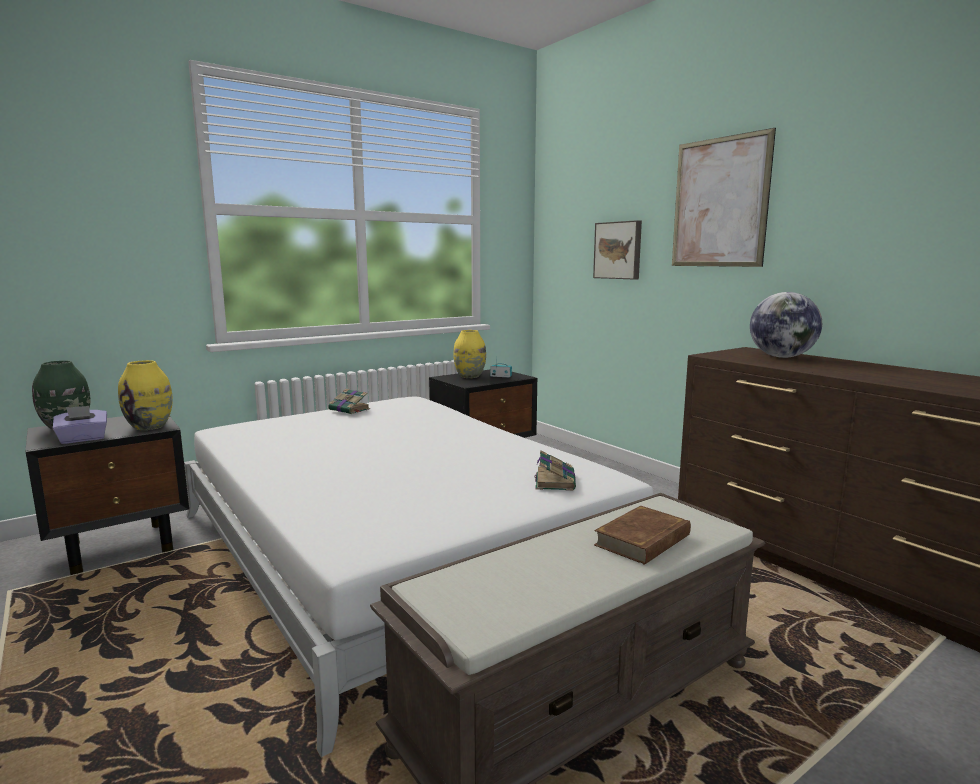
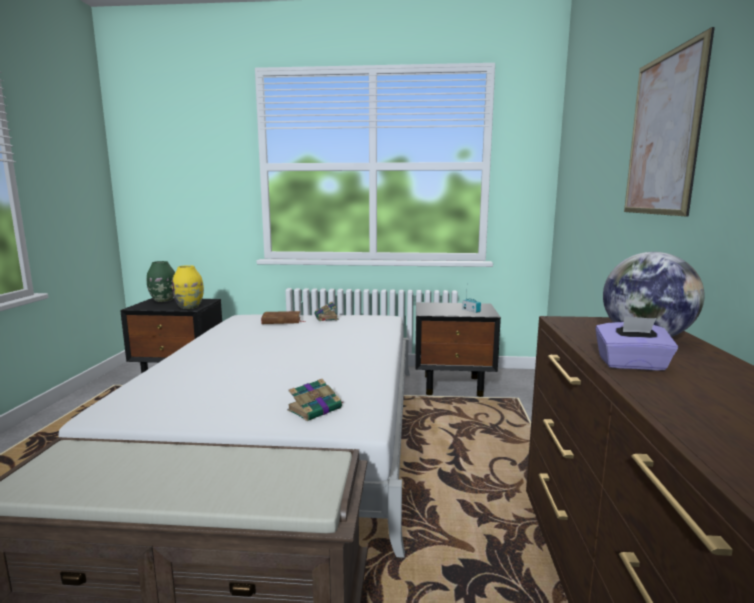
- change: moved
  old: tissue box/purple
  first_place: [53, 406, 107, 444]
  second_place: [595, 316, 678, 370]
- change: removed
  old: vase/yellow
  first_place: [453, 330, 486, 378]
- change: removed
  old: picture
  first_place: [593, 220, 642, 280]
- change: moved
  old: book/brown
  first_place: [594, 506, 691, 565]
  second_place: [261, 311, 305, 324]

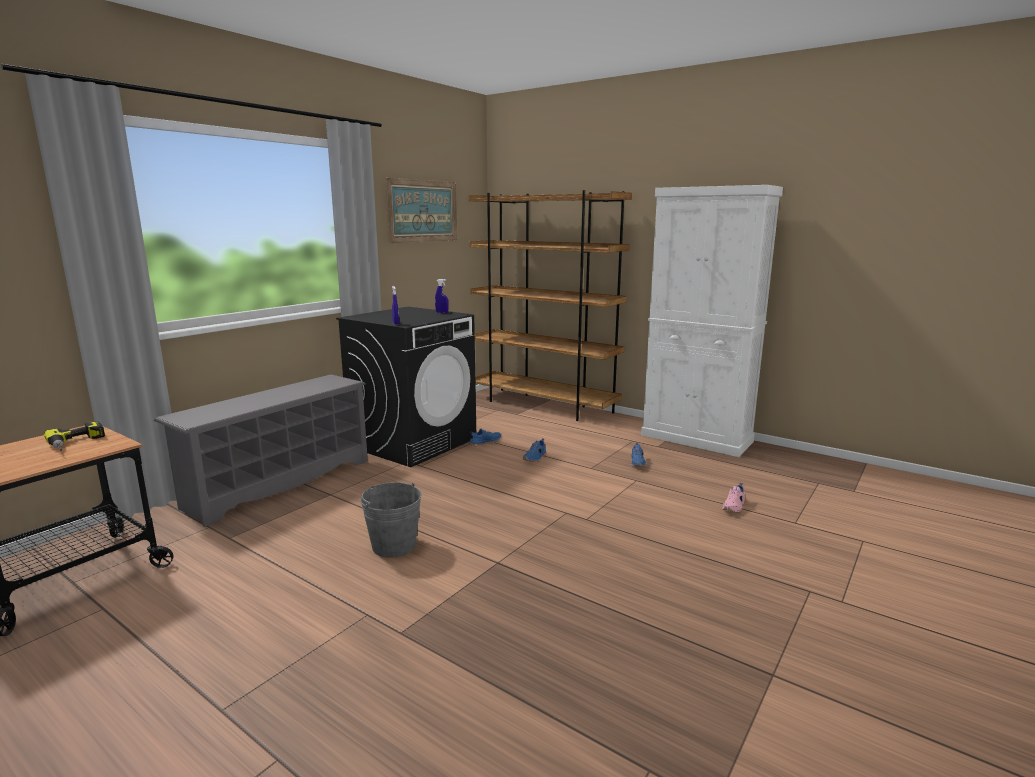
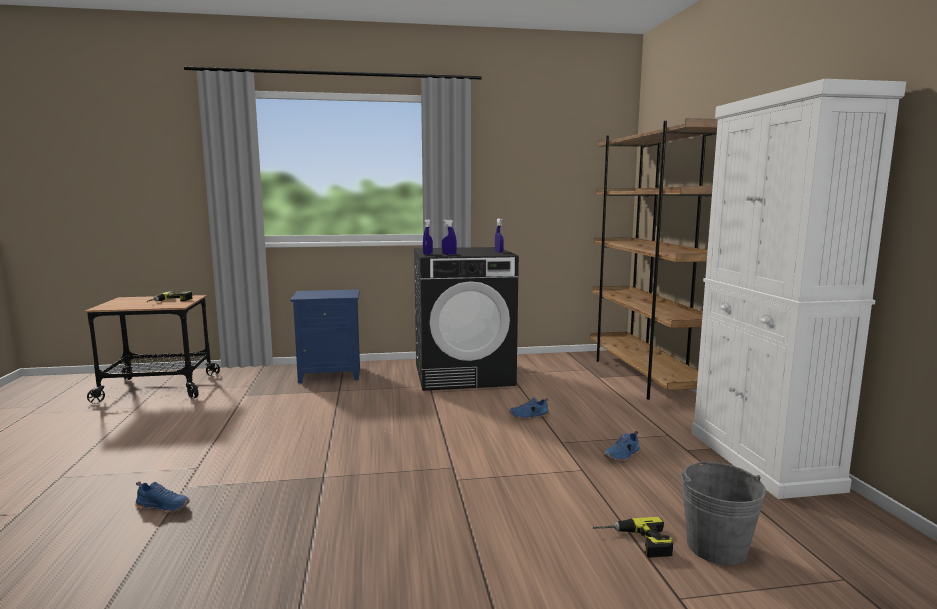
- change: replaced
  old: shoe rack/grey
  new: nightstand/blue
  first_place: [154, 375, 368, 527]
  second_place: [290, 289, 360, 383]
- change: moved
  old: bucket/grey
  first_place: [360, 482, 421, 558]
  second_place: [681, 461, 766, 565]
- change: removed
  old: picture
  first_place: [385, 178, 457, 244]
- change: moved
  old: shoe/blue
  first_place: [469, 429, 501, 446]
  second_place: [135, 481, 190, 513]
- change: replaced
  old: shoe/pink
  new: power drill
  first_place: [722, 483, 745, 513]
  second_place: [593, 517, 673, 558]
- change: added
  new: spray bottle/blue
  second_place: [441, 219, 457, 255]

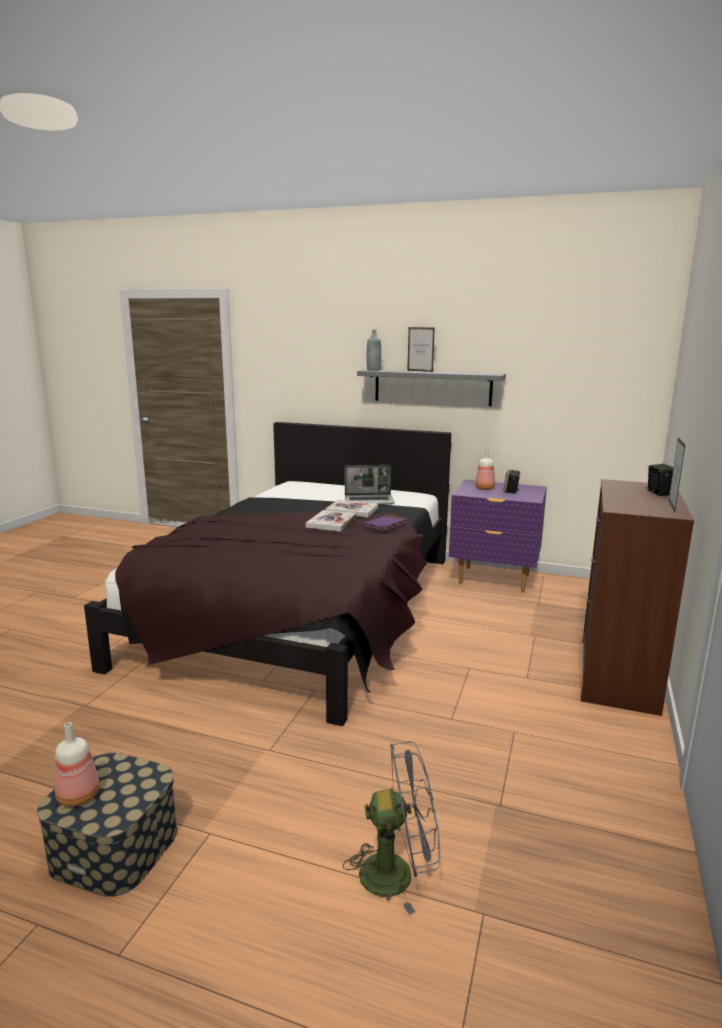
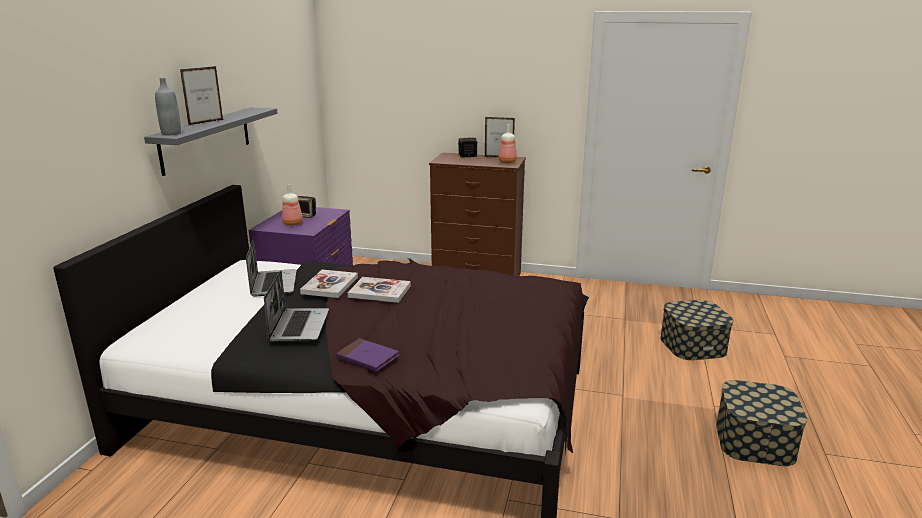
- change: moved
  old: bottle
  first_place: [55, 722, 100, 807]
  second_place: [498, 124, 517, 163]
- change: replaced
  old: fan/grey
  new: storage box
  first_place: [343, 741, 440, 915]
  second_place: [660, 300, 734, 360]
- change: moved
  old: book/purple
  first_place: [364, 515, 408, 531]
  second_place: [336, 338, 399, 372]
- change: added
  new: laptop
  second_place: [264, 270, 329, 342]

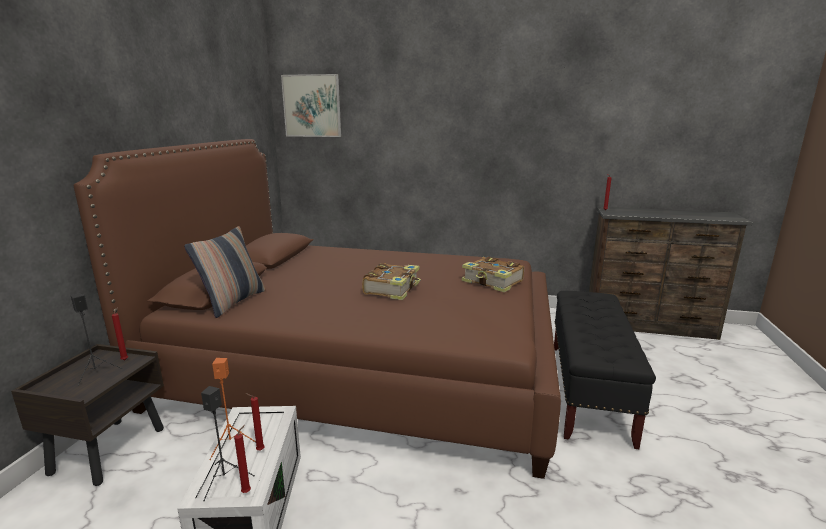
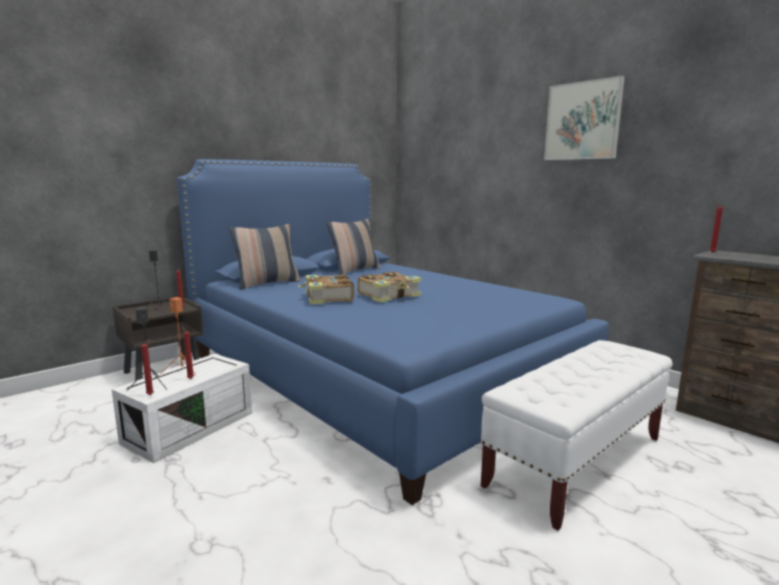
- change: recoloured
  old: bed/brown
  new: bed/blue
  first_place: [74, 139, 561, 479]
  second_place: [177, 159, 609, 505]
- change: moved
  old: picture
  first_place: [281, 74, 341, 137]
  second_place: [544, 76, 625, 160]
- change: moved
  old: book
  first_place: [462, 256, 524, 292]
  second_place: [298, 274, 354, 304]
- change: recoloured
  old: bench/black
  new: bench/white
  first_place: [554, 291, 656, 449]
  second_place: [480, 340, 672, 531]
- change: added
  new: pillow
  second_place: [327, 219, 380, 275]

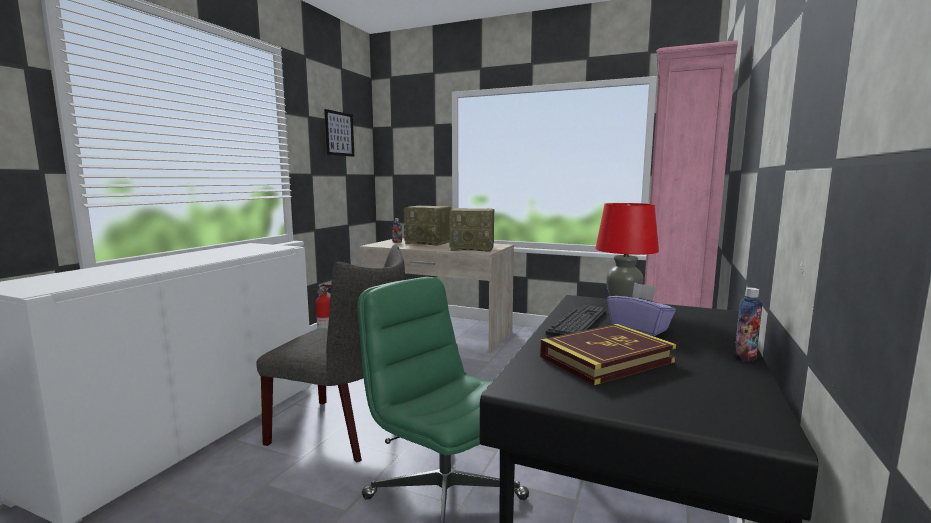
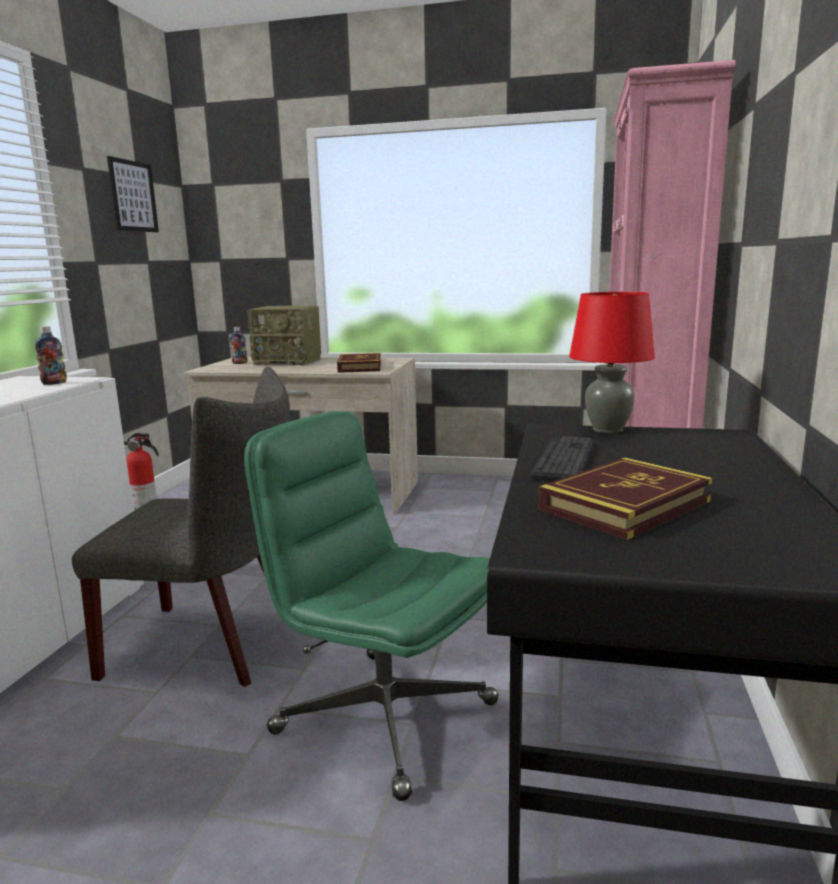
- change: replaced
  old: radio
  new: book
  first_place: [449, 208, 495, 252]
  second_place: [337, 353, 381, 373]
- change: removed
  old: tissue box/purple
  first_place: [607, 282, 676, 336]
- change: moved
  old: bottle
  first_place: [734, 288, 763, 361]
  second_place: [35, 326, 67, 385]

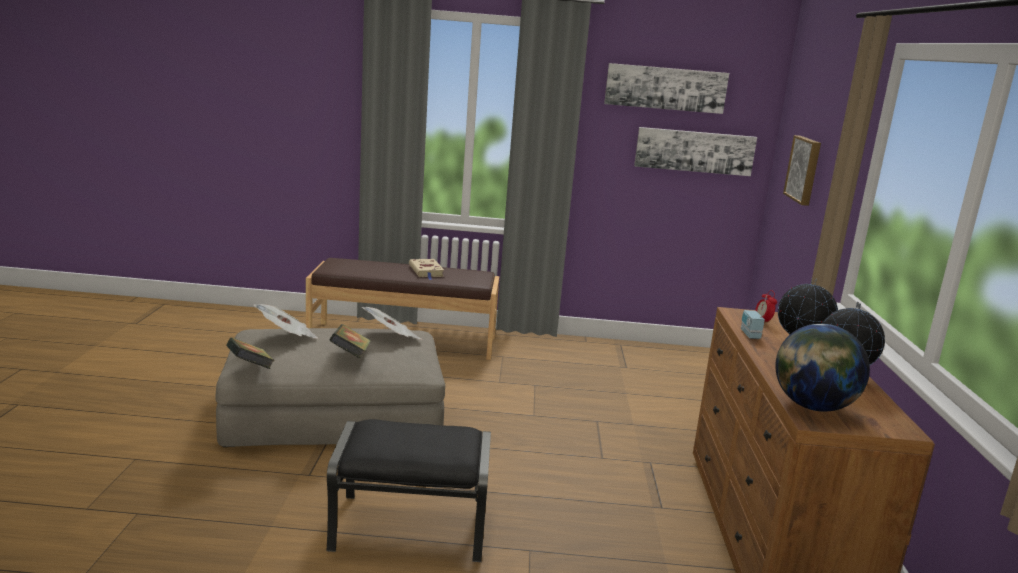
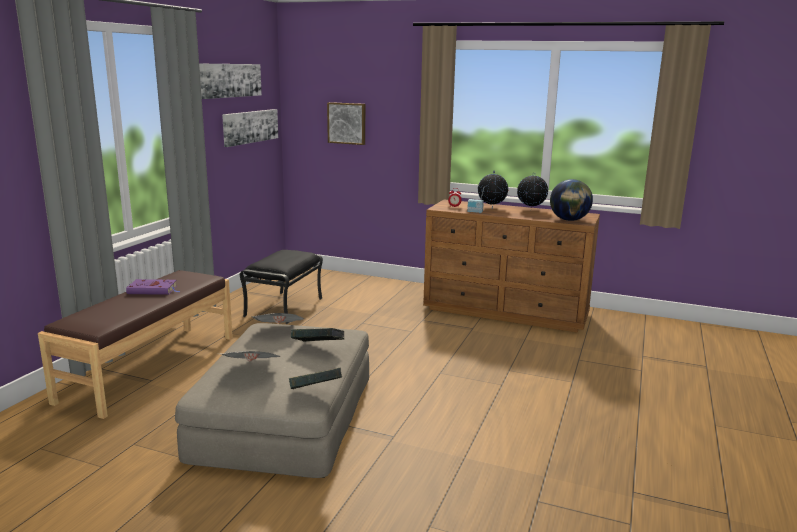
- change: moved
  old: ottoman/black
  first_place: [326, 419, 491, 562]
  second_place: [240, 250, 323, 324]
- change: recoloured
  old: book/beige
  new: book/purple
  first_place: [409, 259, 444, 280]
  second_place: [126, 279, 180, 295]

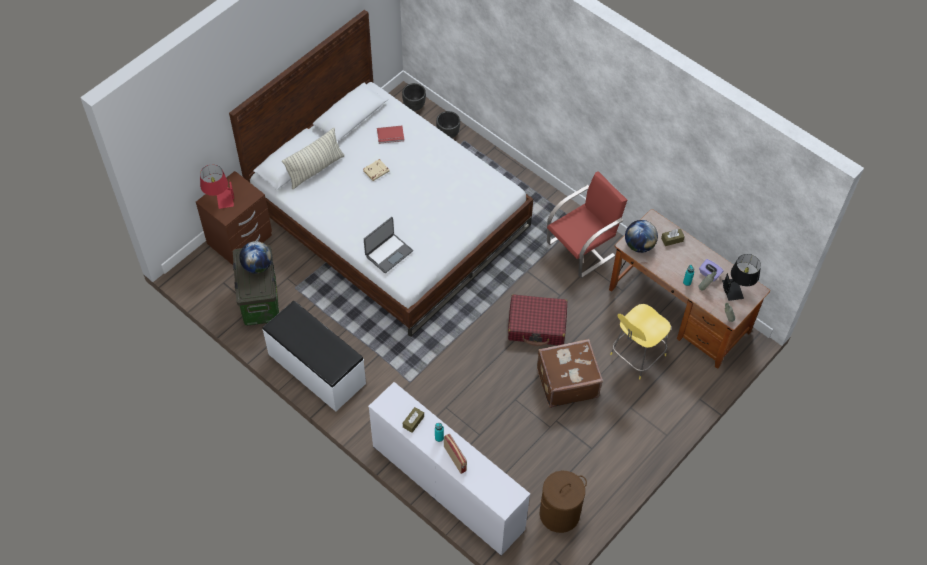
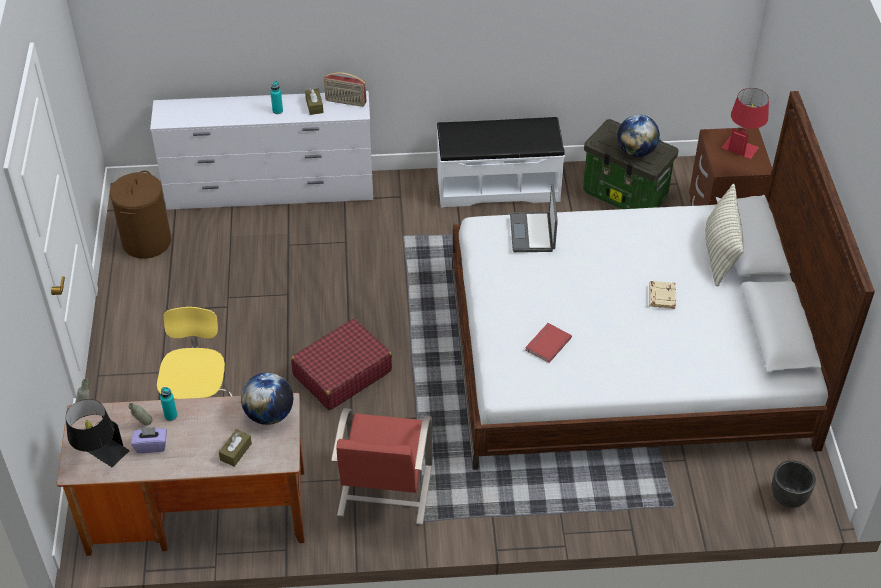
- change: moved
  old: book/red
  first_place: [377, 126, 404, 144]
  second_place: [525, 323, 572, 363]
- change: removed
  old: planter/black
  first_place: [436, 111, 460, 138]
- change: moved
  old: radio
  first_place: [444, 434, 467, 474]
  second_place: [324, 72, 366, 107]
- change: removed
  old: suitcase/brown
  first_place: [537, 339, 603, 408]

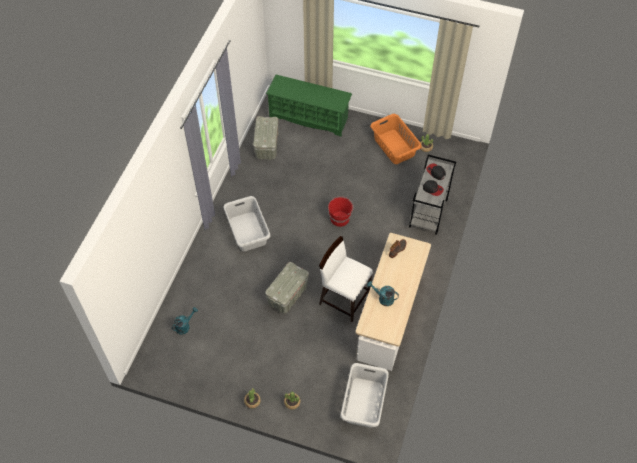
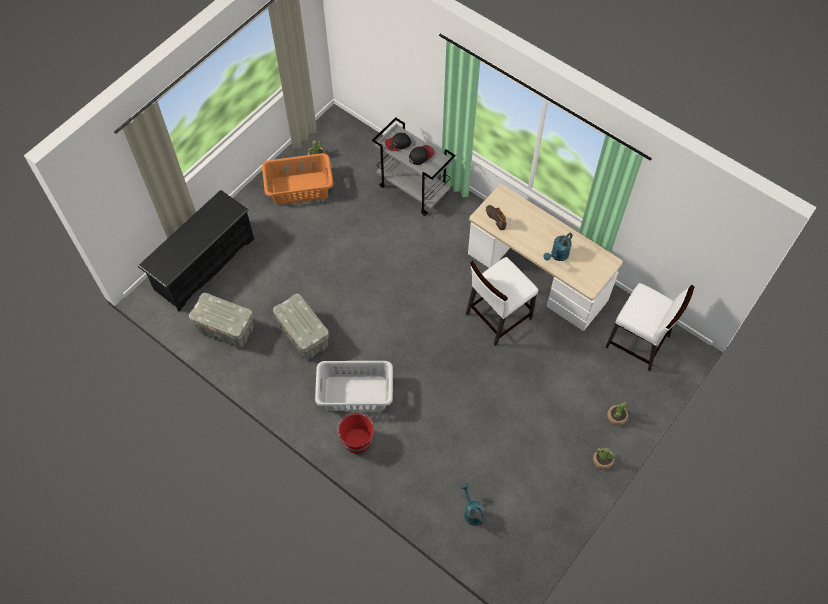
- change: moved
  old: storage box/grey
  first_place: [265, 262, 309, 314]
  second_place: [273, 294, 329, 359]
- change: recoloured
  old: shoe rack/green
  new: shoe rack/black
  first_place: [266, 75, 352, 137]
  second_place: [138, 190, 254, 311]
- change: moved
  old: bucket/red
  first_place: [328, 196, 354, 227]
  second_place: [337, 412, 374, 454]
- change: replaced
  old: laundry basket/grey
  new: chair/white
  first_place: [340, 363, 389, 428]
  second_place: [606, 283, 695, 371]

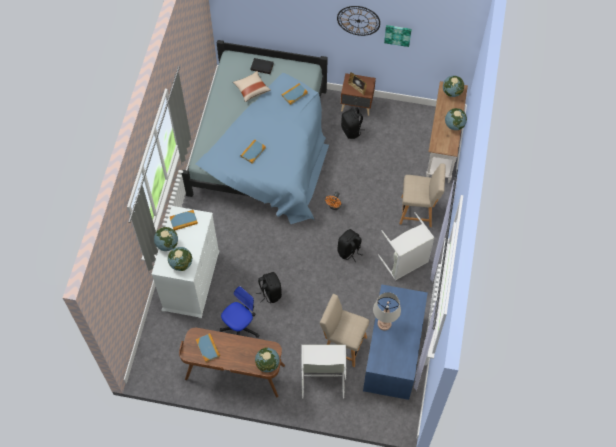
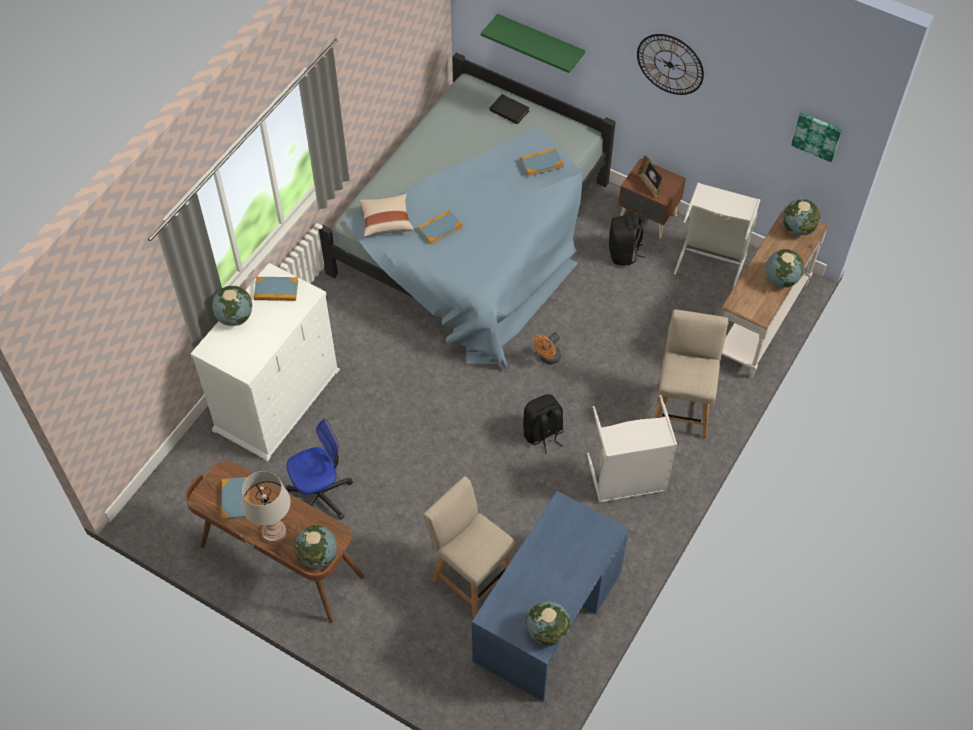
- change: moved
  old: globe
  first_place: [168, 247, 192, 271]
  second_place: [526, 601, 571, 646]
- change: moved
  old: pillow/beige
  first_place: [233, 71, 271, 102]
  second_place: [359, 193, 414, 237]
- change: removed
  old: backpack/black
  first_place: [256, 272, 282, 303]
- change: moved
  old: laundry basket/grey
  first_place: [301, 345, 346, 399]
  second_place: [674, 182, 760, 290]
- change: moved
  old: table lamp/grey
  first_place: [373, 292, 401, 331]
  second_place: [241, 471, 291, 543]
- change: moved
  old: picture
  first_place: [384, 25, 412, 47]
  second_place: [791, 113, 842, 162]
- change: turned
  old: chair/beige
  first_place: [399, 164, 446, 227]
  second_place: [654, 309, 728, 439]
  degrees: -105
- change: added
  new: shelf/green
  second_place: [481, 14, 585, 73]

